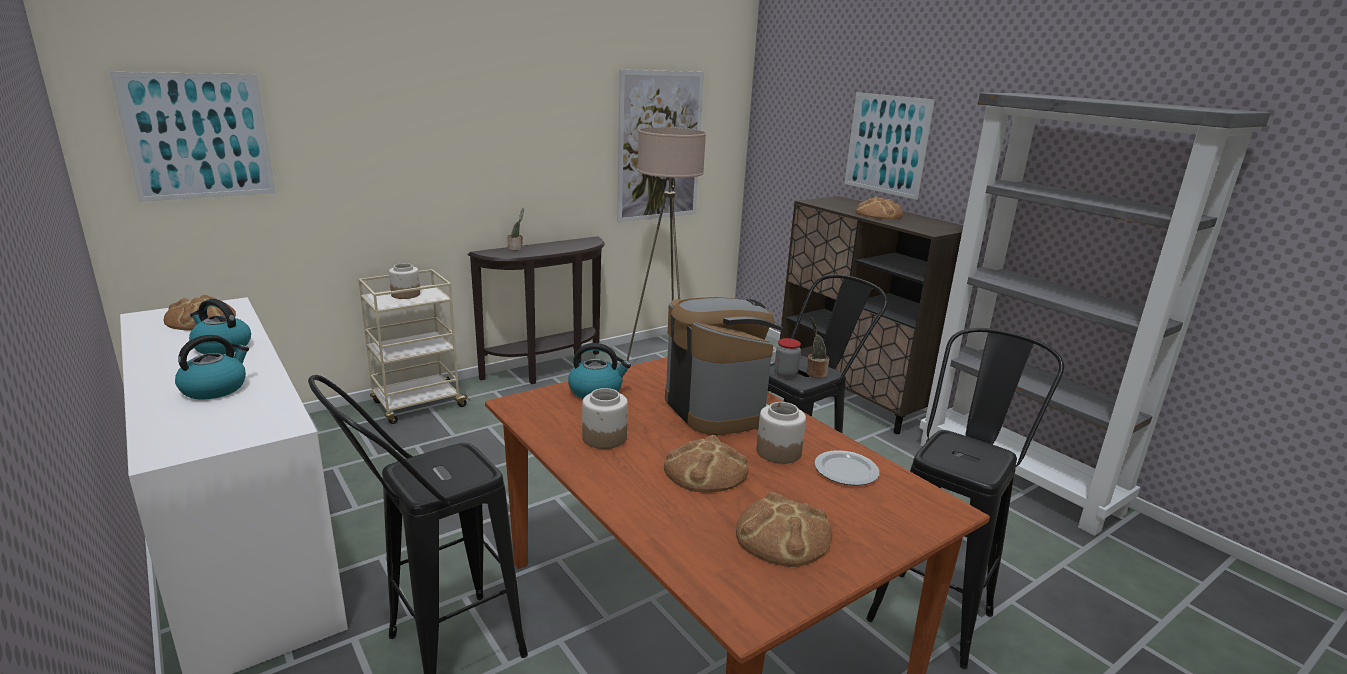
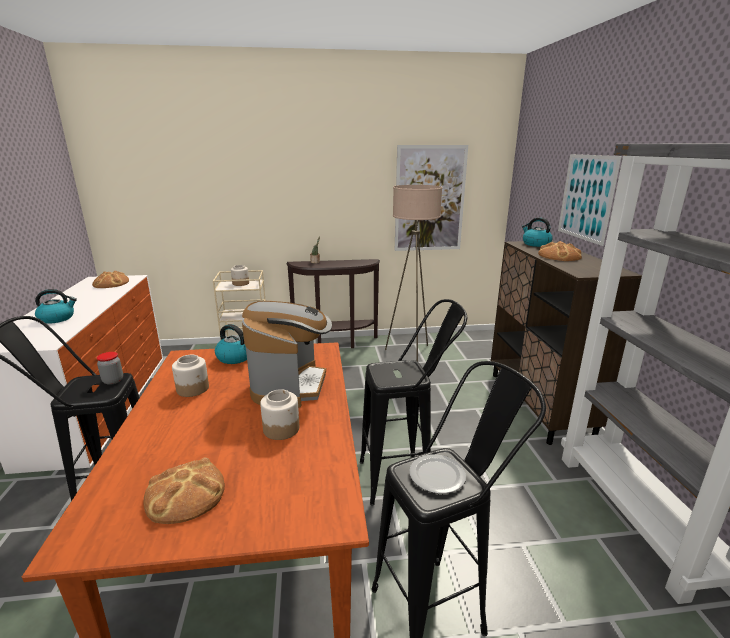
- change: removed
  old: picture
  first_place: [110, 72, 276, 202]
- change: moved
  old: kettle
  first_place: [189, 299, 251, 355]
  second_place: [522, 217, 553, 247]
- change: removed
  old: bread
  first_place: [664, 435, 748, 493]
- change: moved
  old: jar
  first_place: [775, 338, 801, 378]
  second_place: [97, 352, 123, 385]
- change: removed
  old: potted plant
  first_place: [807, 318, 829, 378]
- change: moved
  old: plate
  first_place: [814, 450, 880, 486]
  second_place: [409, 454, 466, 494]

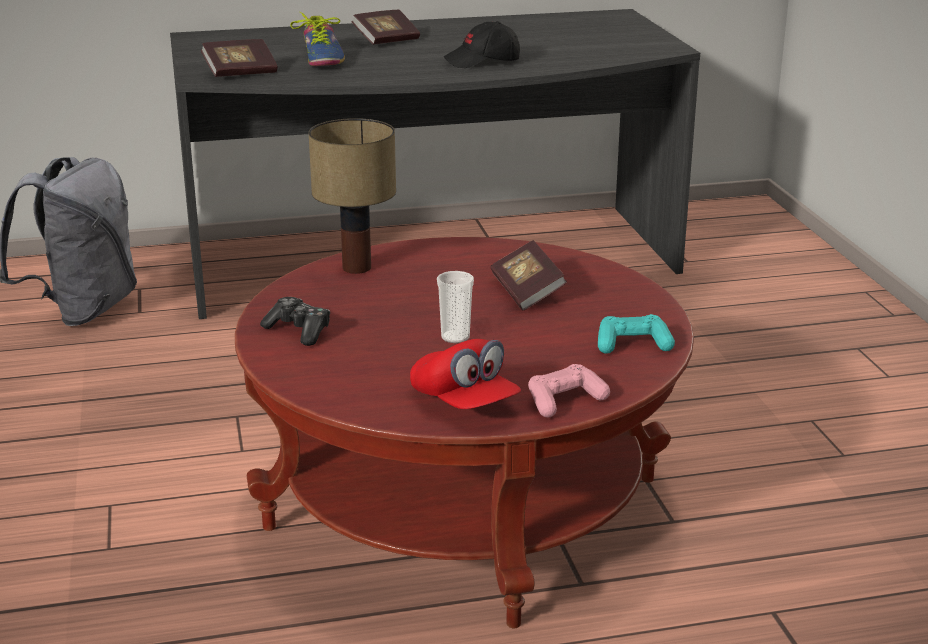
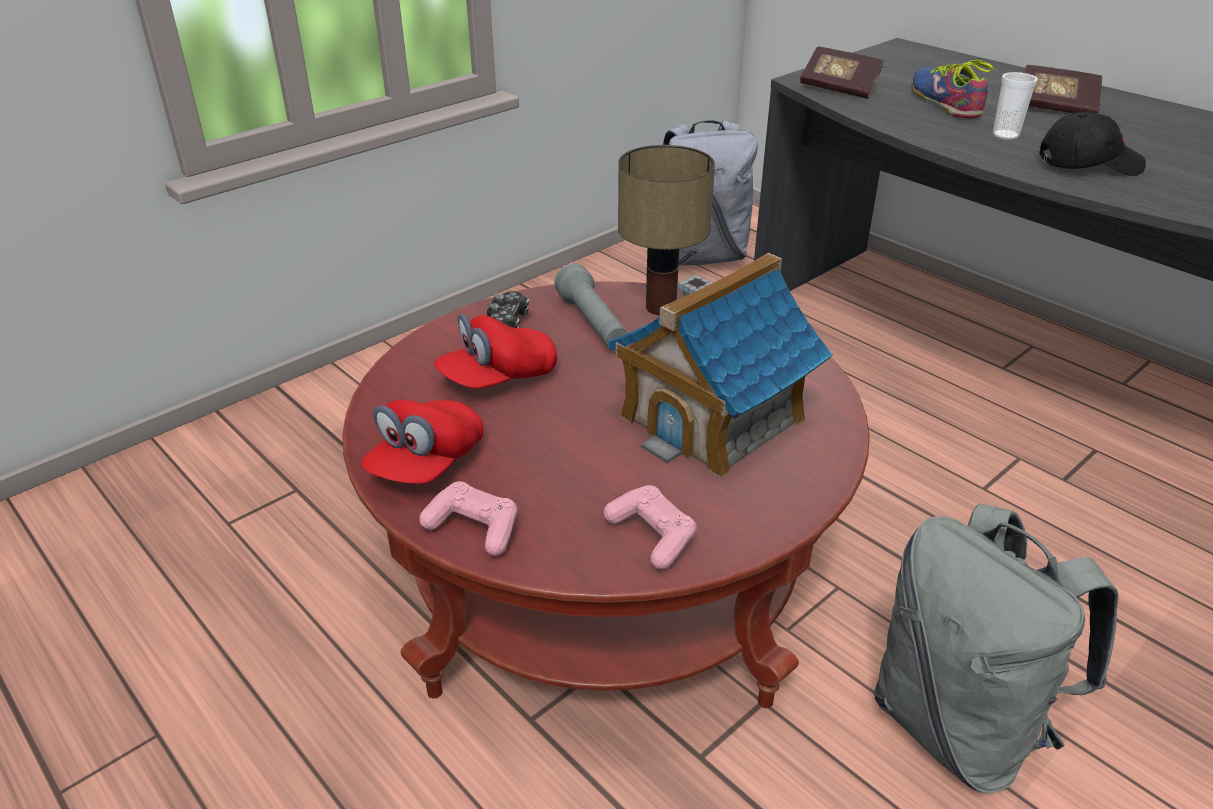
- change: turned
  old: shoe
  first_place: [290, 12, 345, 66]
  second_place: [912, 60, 997, 119]
  degrees: 120
- change: moved
  old: cup
  first_place: [437, 271, 474, 343]
  second_place: [993, 72, 1038, 140]
- change: turned
  old: cap/black
  first_place: [444, 21, 520, 68]
  second_place: [1039, 112, 1146, 176]
  degrees: 135
- change: replaced
  old: book
  new: toy house
  first_place: [490, 240, 567, 310]
  second_place: [607, 253, 833, 478]
- change: recoloured
  old: game controller/turquoise
  new: game controller/pink
  first_place: [598, 314, 675, 354]
  second_place: [604, 485, 697, 570]
- change: added
  new: cap/red
  second_place: [434, 313, 557, 389]
- change: added
  new: flashlight/grey
  second_place: [555, 263, 628, 347]
- change: added
  new: backpack/grey
  second_place: [874, 504, 1118, 793]

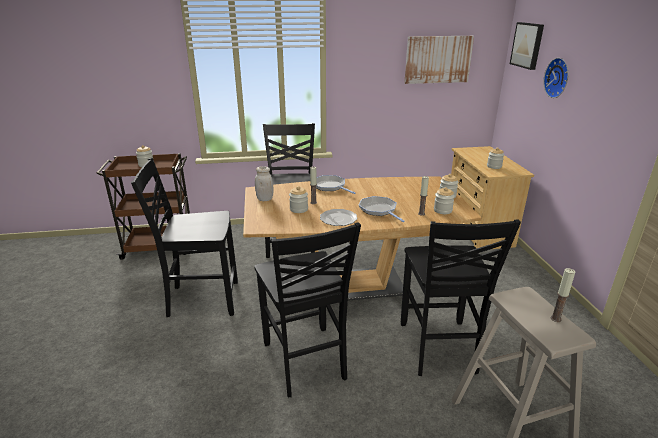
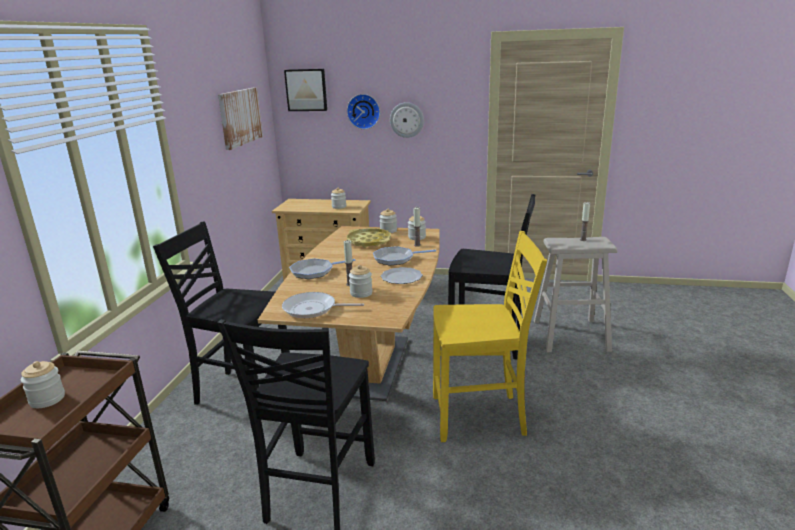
- change: recoloured
  old: chair/black
  new: chair/yellow
  first_place: [254, 222, 361, 397]
  second_place: [433, 231, 547, 442]
- change: replaced
  old: jar/white
  new: frying pan
  first_place: [255, 166, 273, 201]
  second_place: [282, 292, 364, 318]
- change: added
  new: tray/yellow
  second_place: [347, 228, 391, 248]
- change: added
  new: wall clock
  second_place: [390, 102, 424, 138]

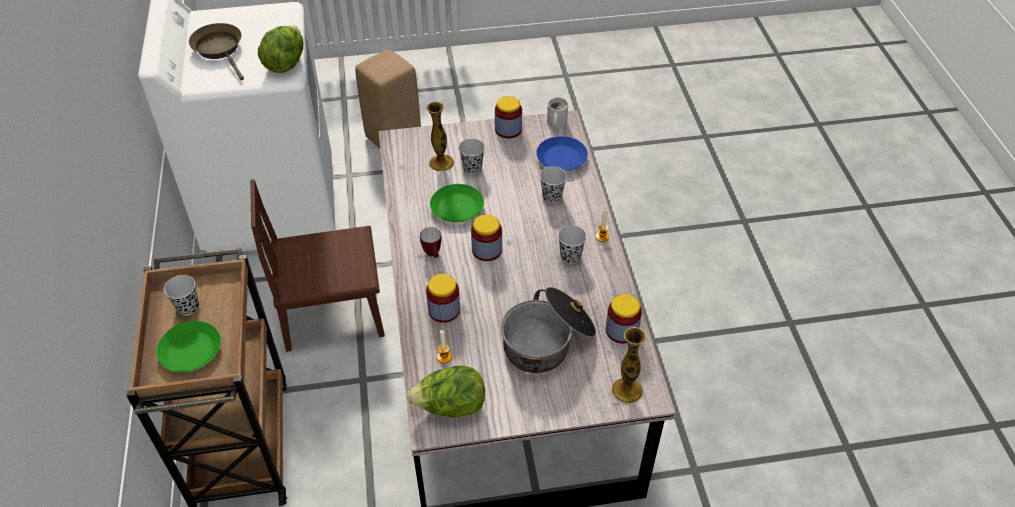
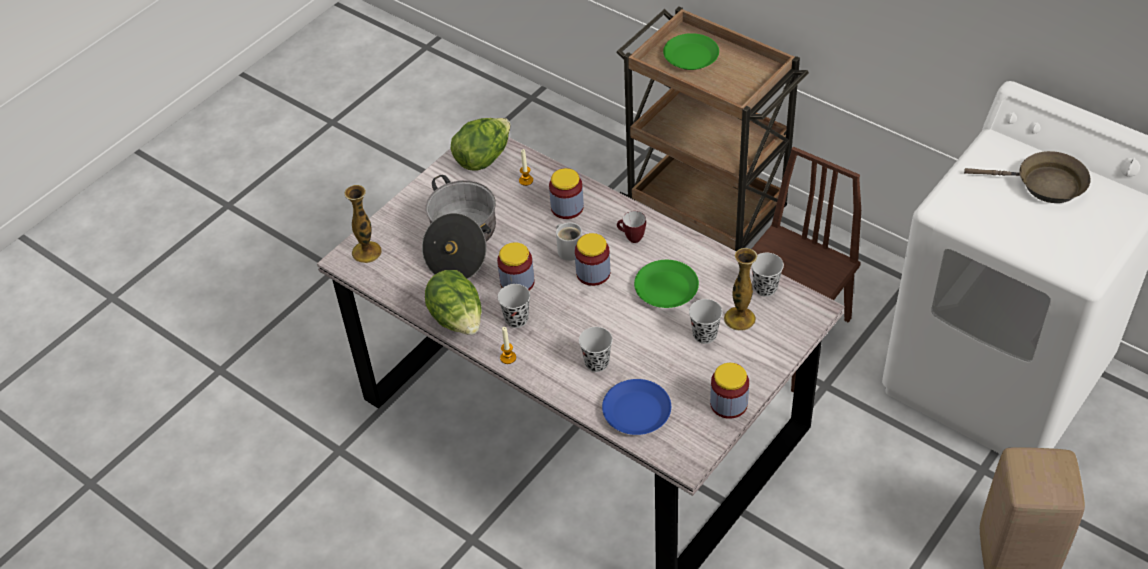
- change: moved
  old: cup/black
  first_place: [164, 275, 199, 316]
  second_place: [751, 253, 784, 297]
- change: moved
  old: lettuce
  first_place: [258, 25, 303, 73]
  second_place: [425, 270, 482, 335]
- change: moved
  old: mug/white
  first_place: [547, 97, 568, 128]
  second_place: [556, 222, 582, 261]
- change: moved
  old: jar
  first_place: [606, 294, 642, 343]
  second_place: [497, 242, 534, 291]

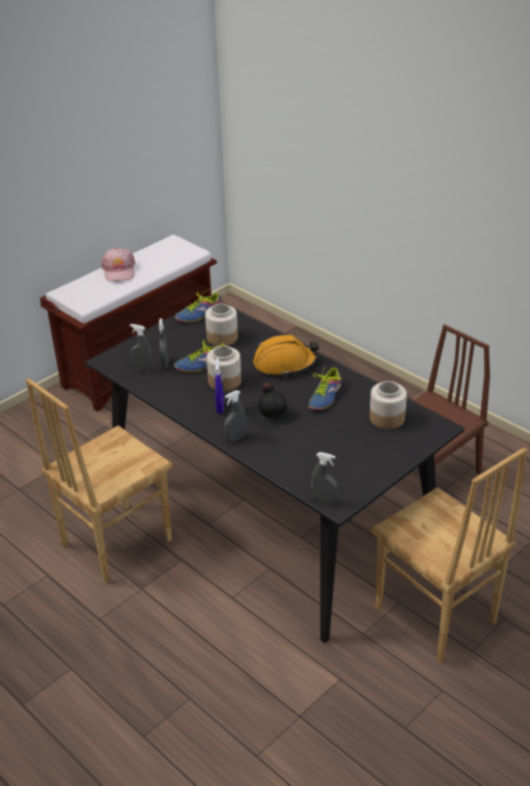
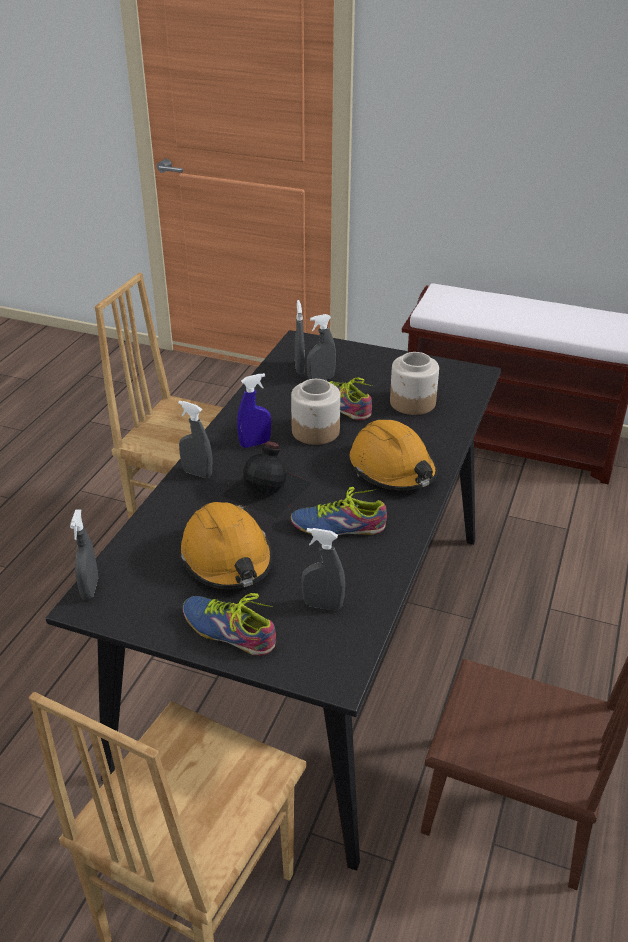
- change: removed
  old: cap/pink
  first_place: [101, 248, 135, 281]
- change: moved
  old: shoe
  first_place: [175, 288, 222, 322]
  second_place: [183, 593, 276, 656]
- change: replaced
  old: jar
  new: spray bottle/grey
  first_place: [370, 381, 407, 429]
  second_place: [301, 528, 345, 611]
- change: added
  new: hard hat/orange
  second_place: [179, 502, 273, 589]

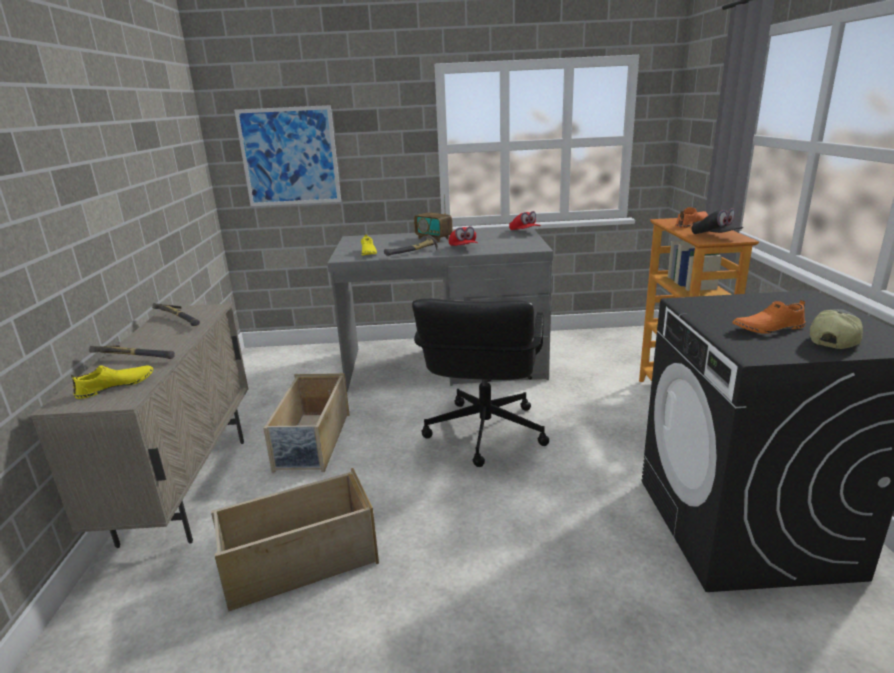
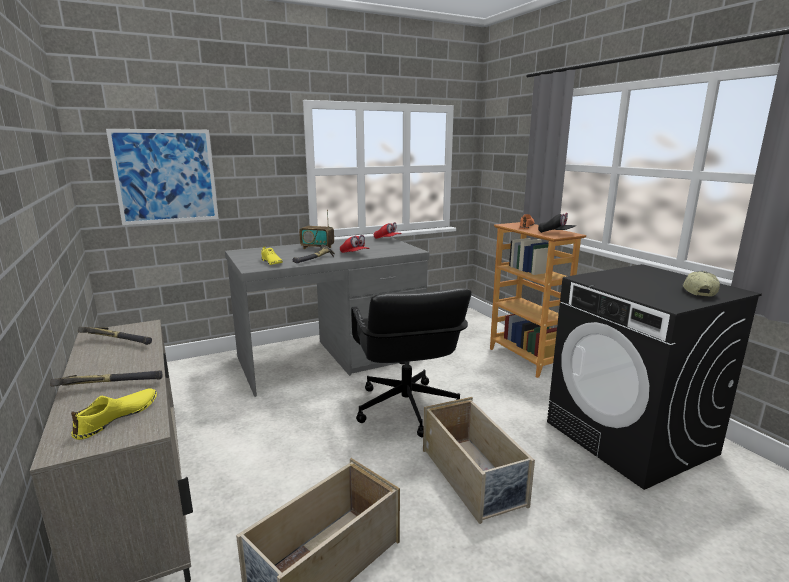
- change: moved
  old: storage box/beige
  first_place: [263, 373, 350, 473]
  second_place: [423, 397, 535, 524]
- change: removed
  old: shoe/orange
  first_place: [732, 300, 806, 334]

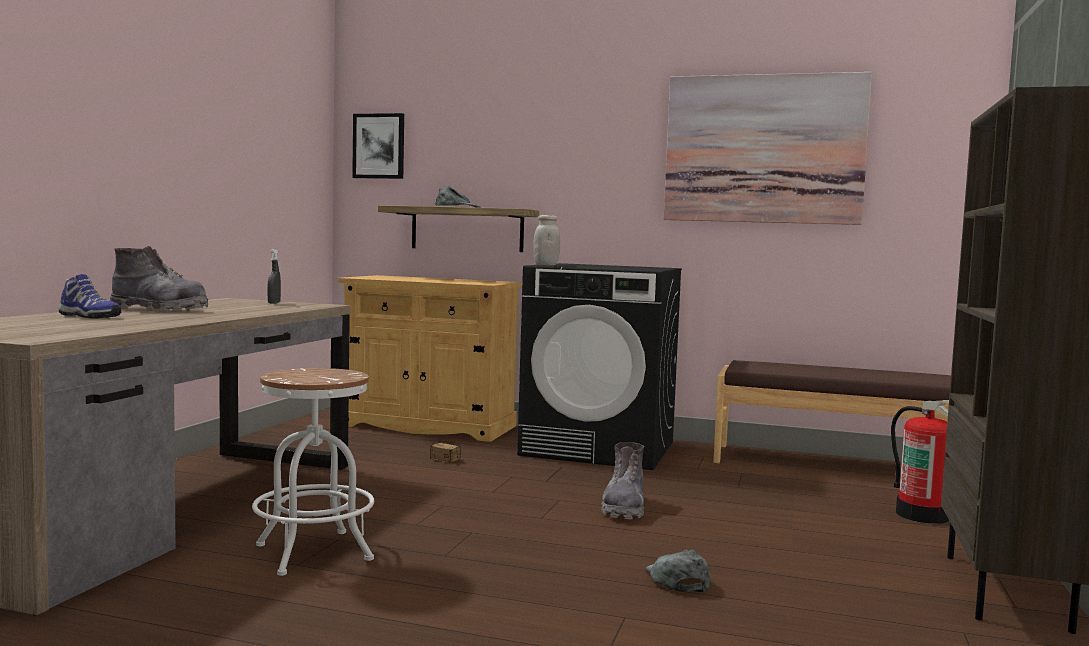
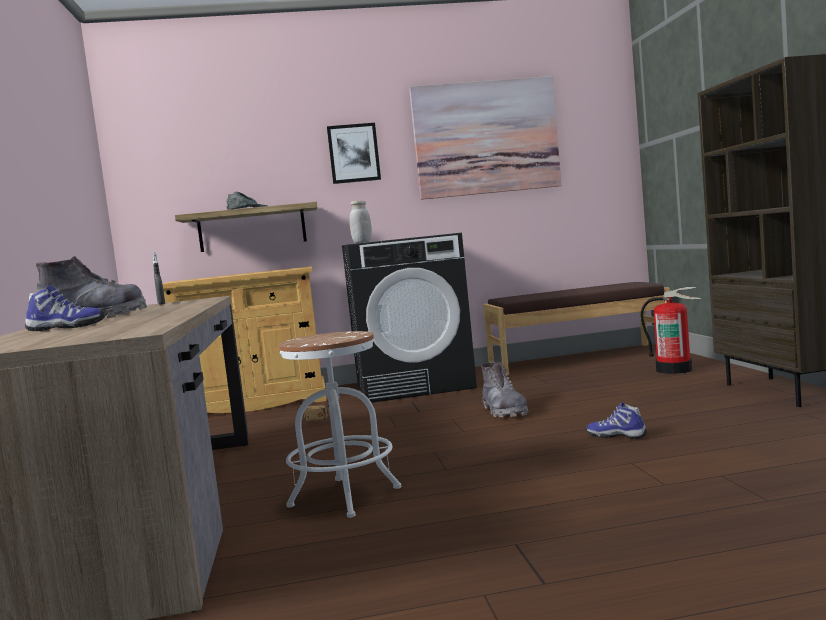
- change: moved
  old: picture
  first_place: [352, 113, 404, 179]
  second_place: [327, 123, 381, 184]
- change: replaced
  old: cap/grey
  new: shoe
  first_place: [645, 550, 711, 592]
  second_place: [586, 403, 647, 439]

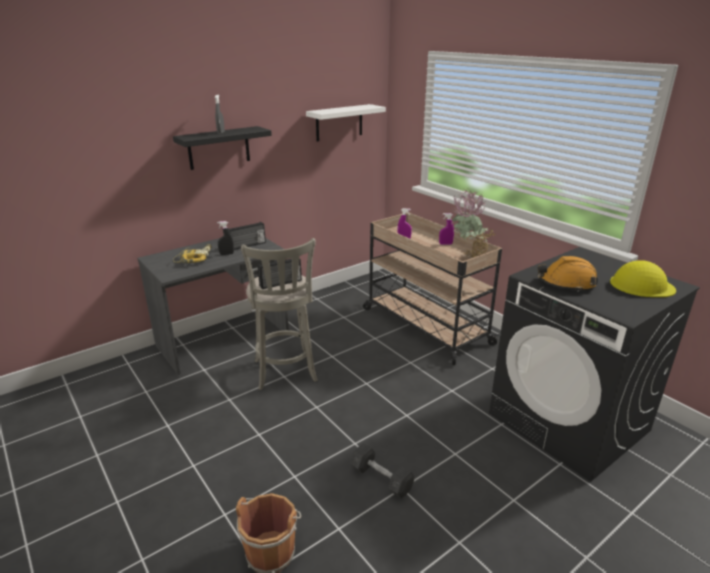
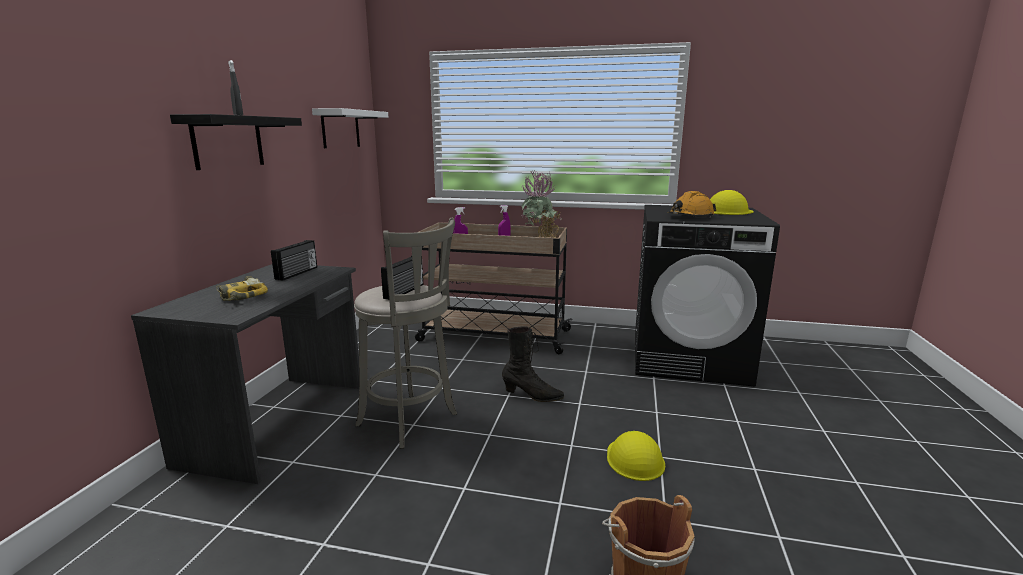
- change: removed
  old: spray bottle/black
  first_place: [217, 221, 234, 255]
- change: replaced
  old: dumbbell/grey
  new: hard hat/yellow
  first_place: [350, 443, 414, 498]
  second_place: [607, 431, 665, 481]
- change: added
  new: boot/black
  second_place: [502, 326, 564, 402]

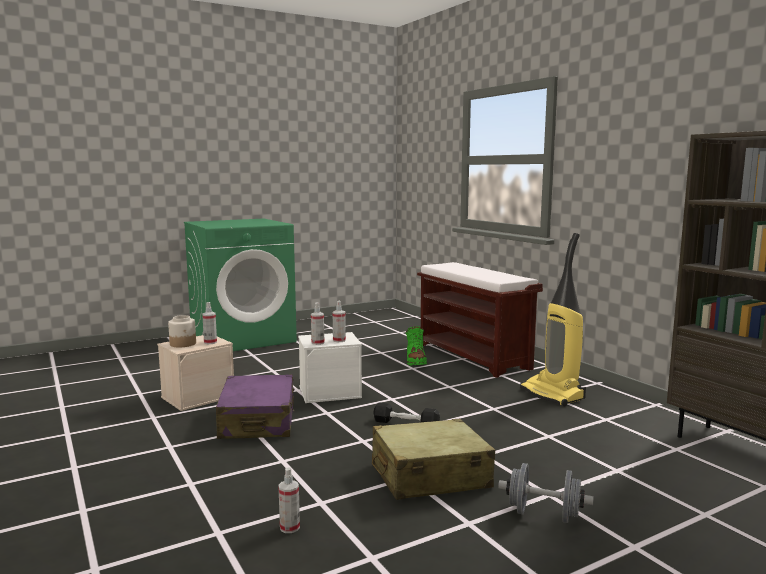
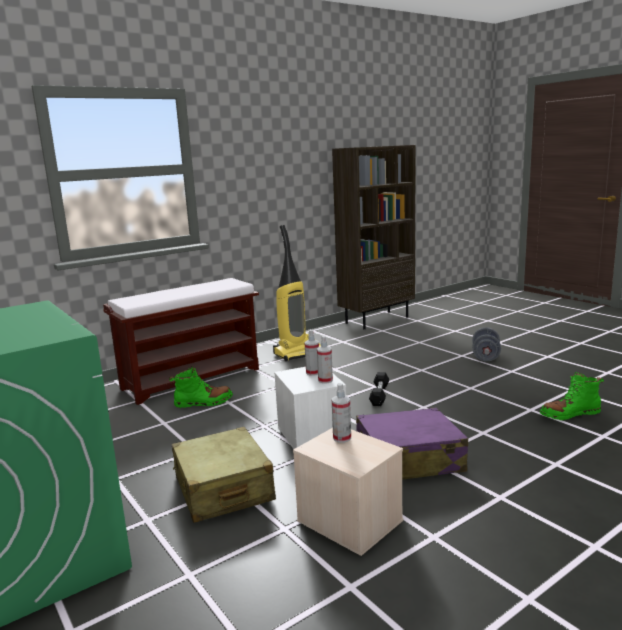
- change: removed
  old: jar
  first_place: [168, 315, 196, 347]
- change: replaced
  old: spray bottle
  new: boot/green
  first_place: [278, 468, 300, 533]
  second_place: [540, 372, 604, 420]
- change: moved
  old: suitcase/beige
  first_place: [372, 419, 495, 500]
  second_place: [172, 427, 276, 523]

